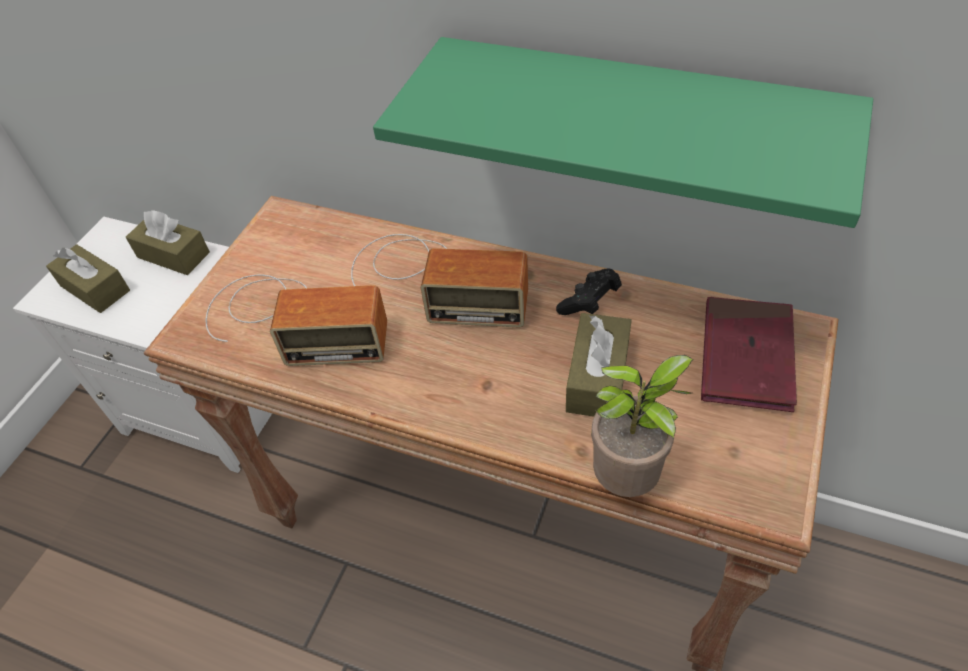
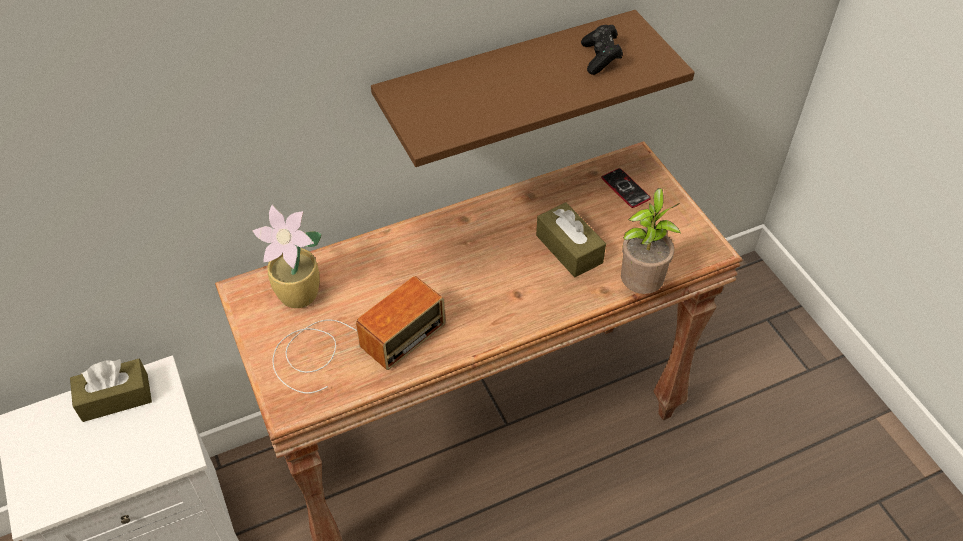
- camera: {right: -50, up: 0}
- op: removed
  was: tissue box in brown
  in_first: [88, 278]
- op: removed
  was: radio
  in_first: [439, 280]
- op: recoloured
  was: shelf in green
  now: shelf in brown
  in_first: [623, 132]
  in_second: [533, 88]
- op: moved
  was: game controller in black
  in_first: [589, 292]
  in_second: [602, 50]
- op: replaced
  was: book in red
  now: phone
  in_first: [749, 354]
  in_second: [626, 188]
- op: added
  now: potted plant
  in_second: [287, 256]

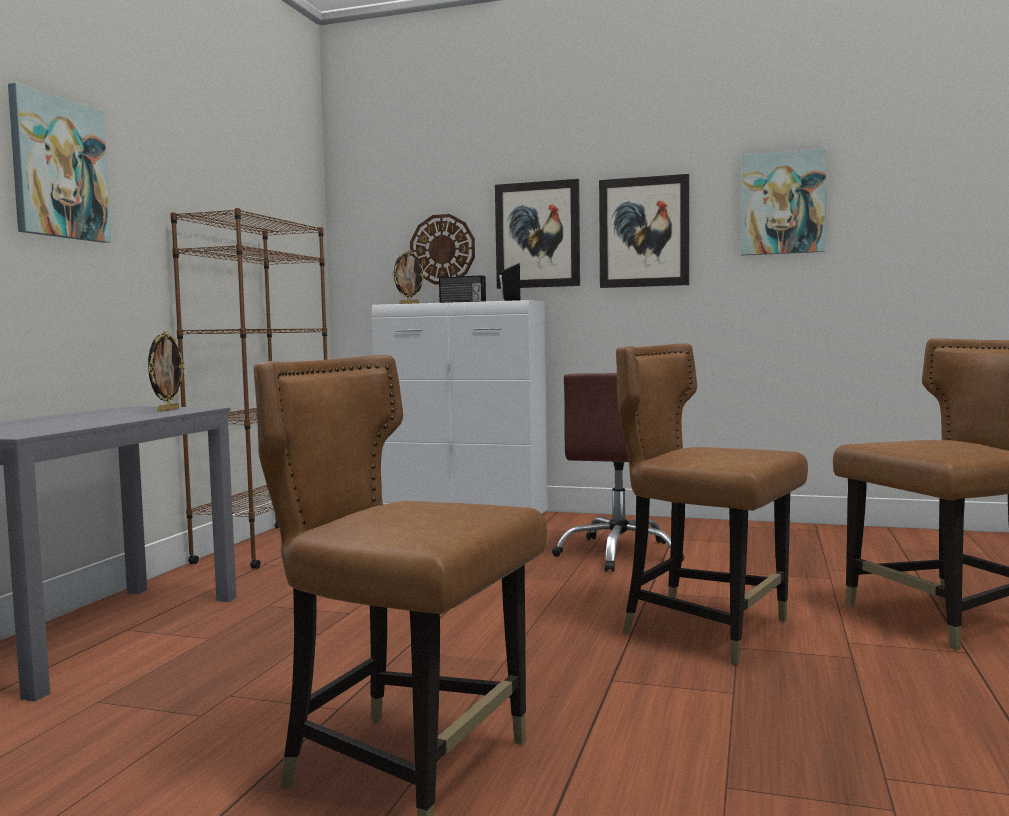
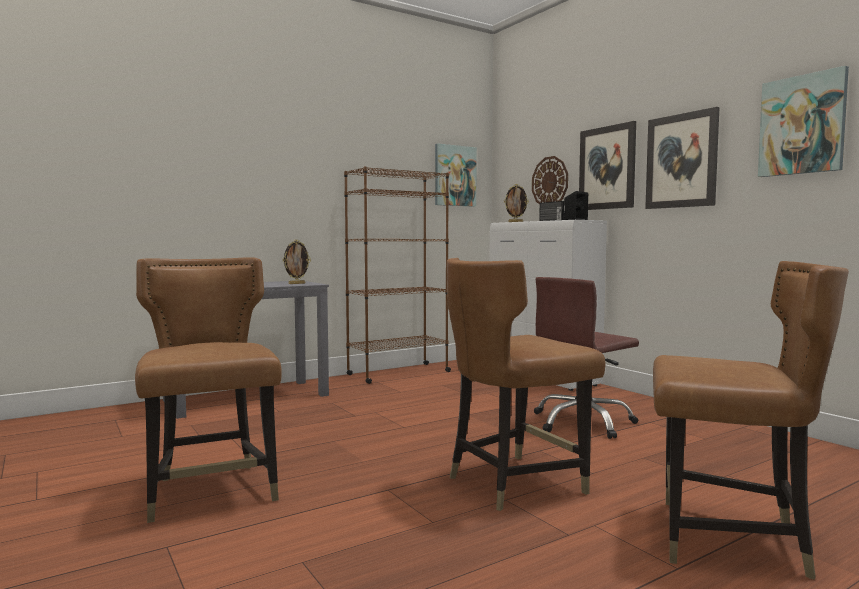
- camera: {right: 40, up: 0}
- op: moved
  was: picture
  in_first: [59, 163]
  in_second: [456, 175]
- op: turned
  was: chair in brown
  in_first: [712, 504]
  in_second: [526, 384]
  clockwise: -105

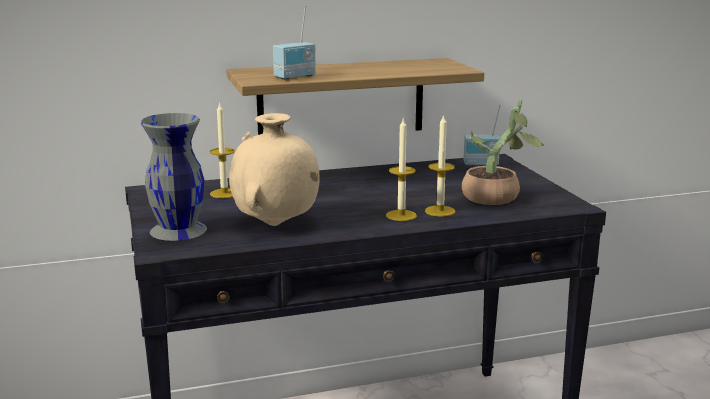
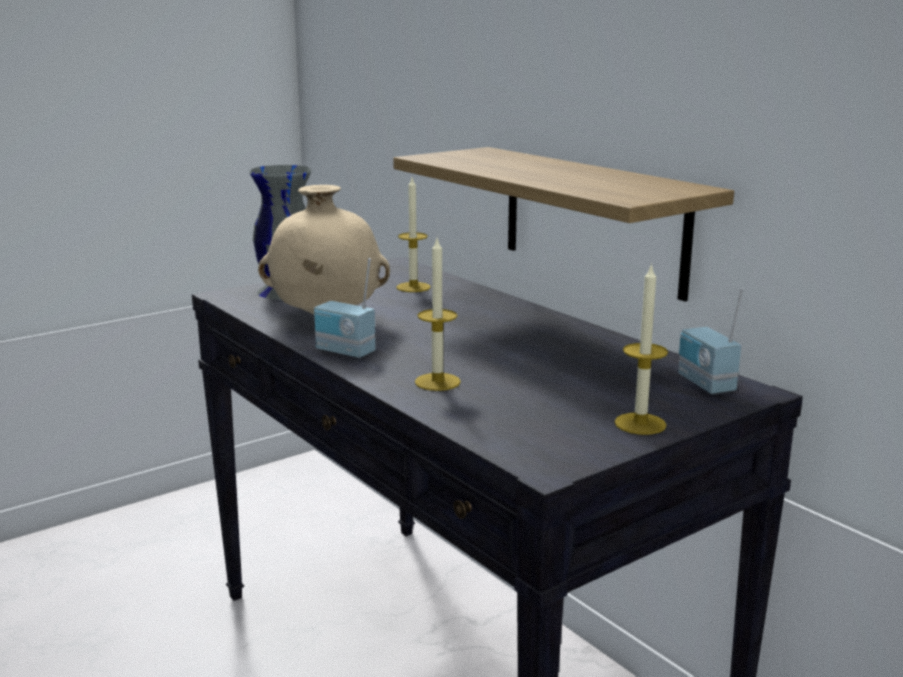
- camera: {right: 70, up: 0}
- op: moved
  was: radio
  in_first: [294, 43]
  in_second: [345, 308]
- op: moved
  was: candle
  in_first: [401, 169]
  in_second: [641, 349]
- op: removed
  was: potted plant
  in_first: [503, 152]

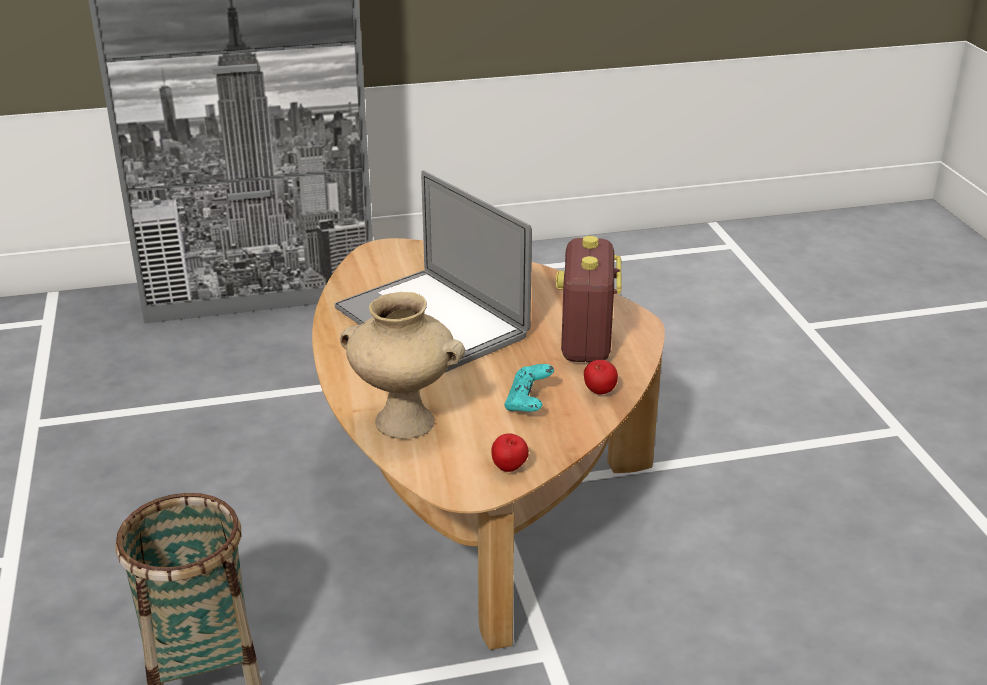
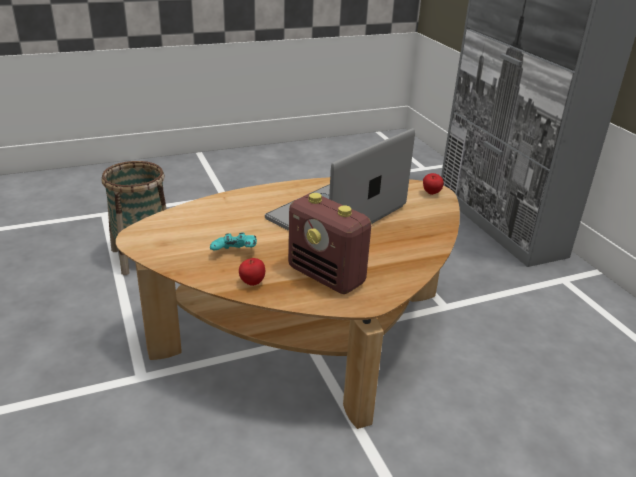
- camera: {right: 80, up: 0}
- op: removed
  was: vase in beige
  in_first: [402, 365]
- op: moved
  was: apple
  in_first: [510, 452]
  in_second: [433, 184]
- op: turned
  was: radio
  in_first: [589, 299]
  in_second: [330, 243]
  clockwise: -135

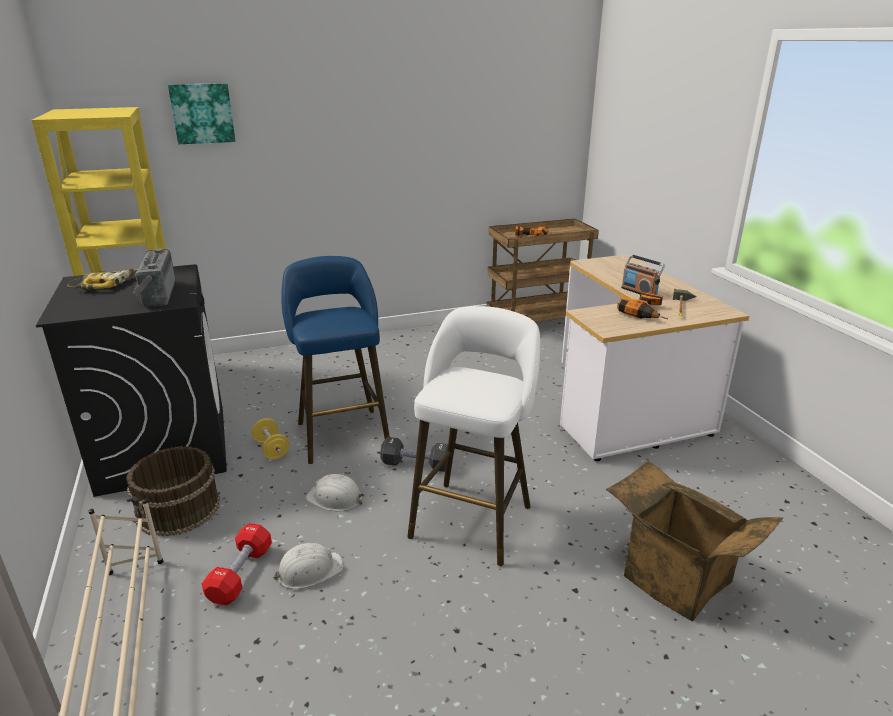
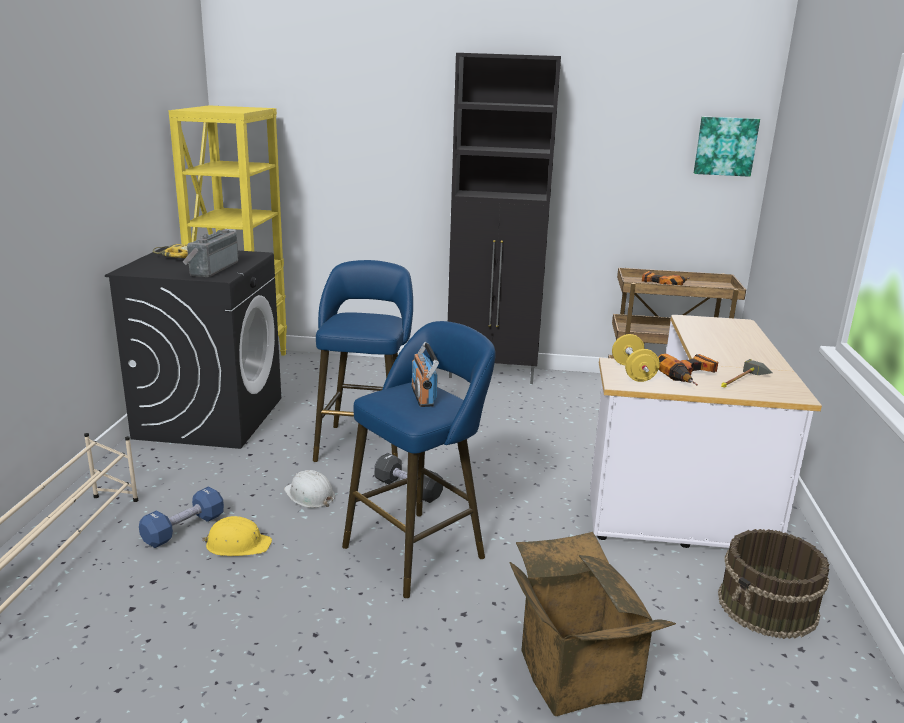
- camera: {right: 25, up: -5}
- op: moved
  was: bucket in brown
  in_first: [173, 491]
  in_second: [773, 584]
- op: moved
  was: picture
  in_first: [202, 113]
  in_second: [727, 147]
- op: recoloured
  was: dumbbell in red
  now: dumbbell in blue
  in_first: [237, 564]
  in_second: [181, 517]
- op: moved
  was: dumbbell in yellow
  in_first: [271, 438]
  in_second: [636, 358]
- op: recoloured
  was: hard hat in white
  now: hard hat in yellow
  in_first: [308, 566]
  in_second: [237, 536]
- op: recoloured
  was: stool in white
  now: stool in blue
  in_first: [473, 436]
  in_second: [419, 459]
- op: moved
  was: radio
  in_first: [643, 274]
  in_second: [425, 374]
- op: added
  now: cabinet in black
  in_second: [504, 218]

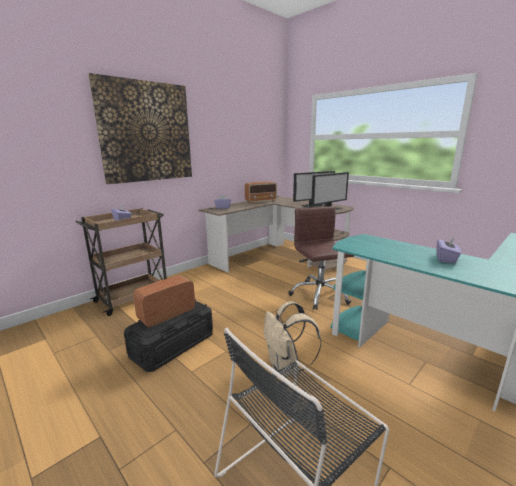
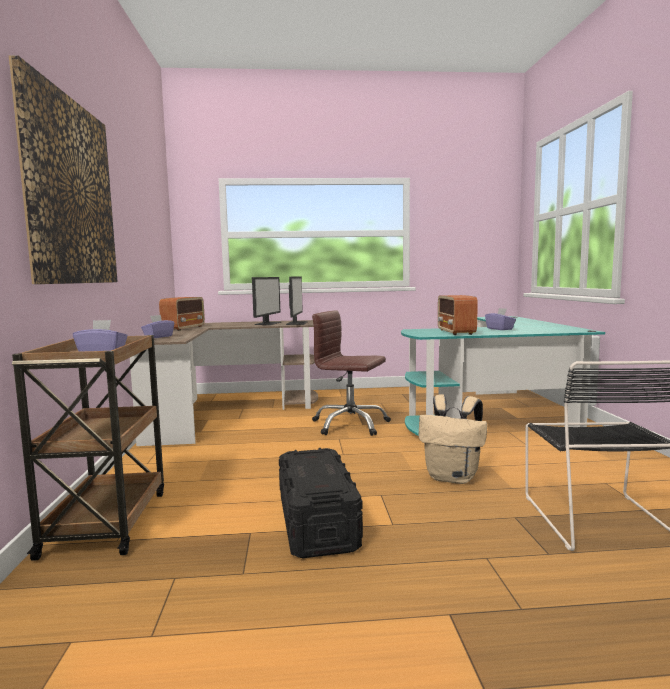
- camera: {right: -50, up: -10}
- op: moved
  was: radio
  in_first: [164, 301]
  in_second: [458, 315]

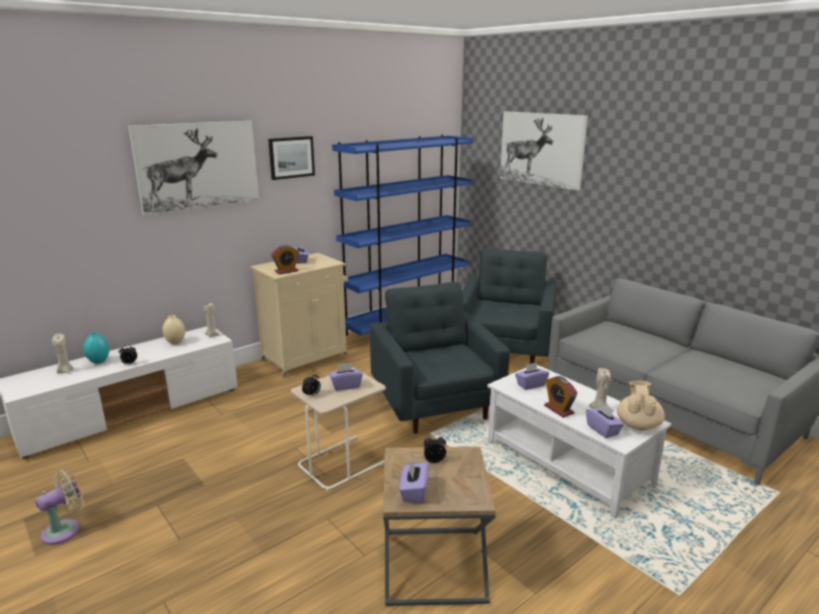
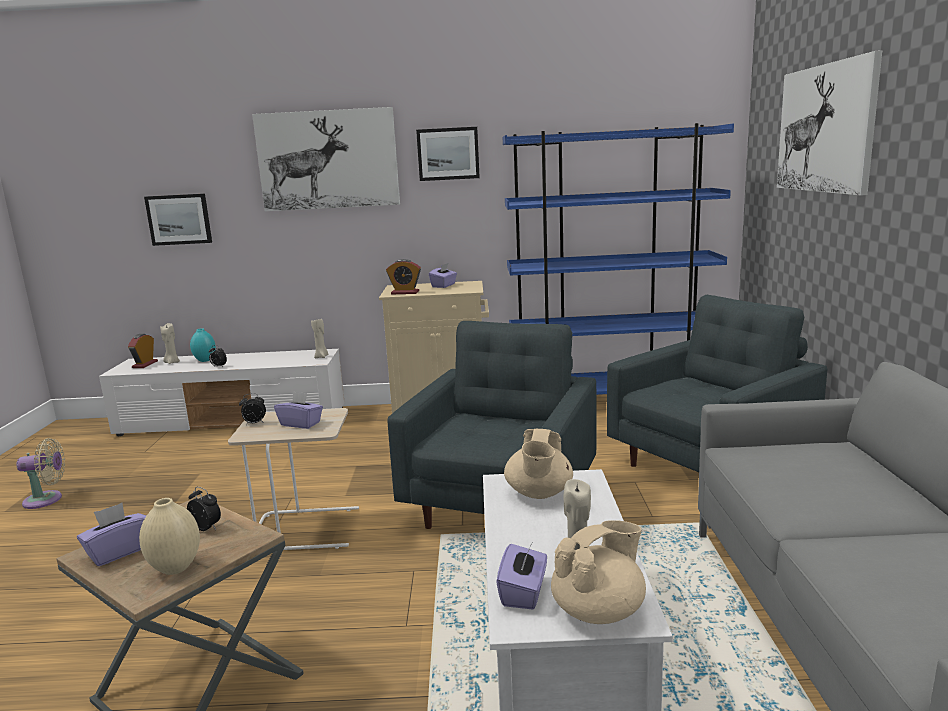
- camera: {right: 40, up: -5}
- op: moved
  was: vase in beige
  in_first: [173, 330]
  in_second: [169, 536]
- op: replaced
  was: tissue box in purple
  now: teapot in beige
  in_first: [532, 376]
  in_second: [538, 464]
- op: moved
  was: alarm clock
  in_first: [560, 397]
  in_second: [143, 351]
- op: added
  now: picture
  in_second: [178, 220]

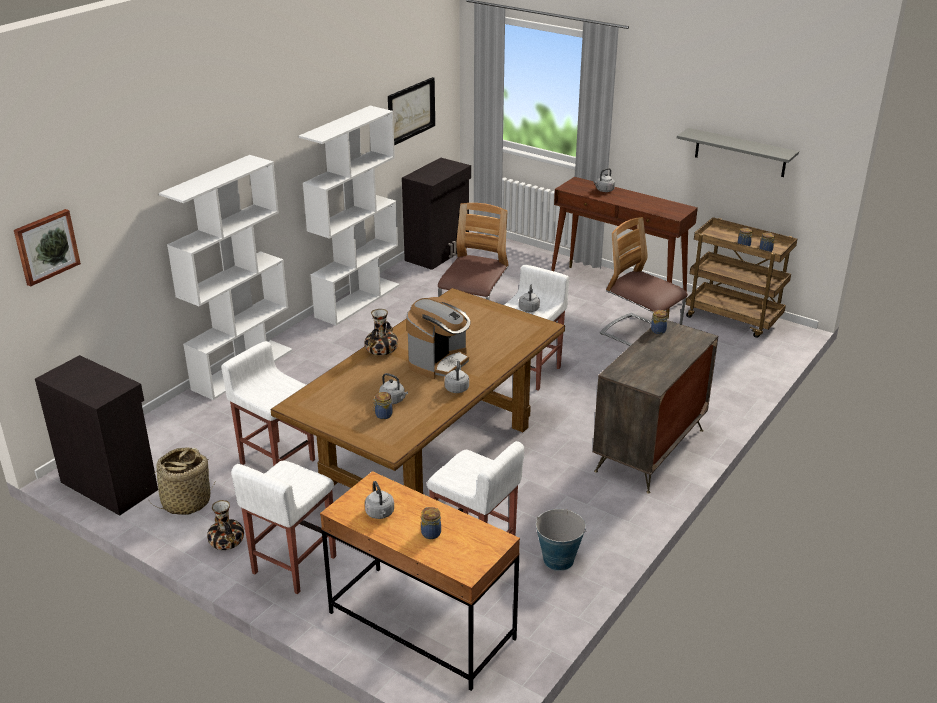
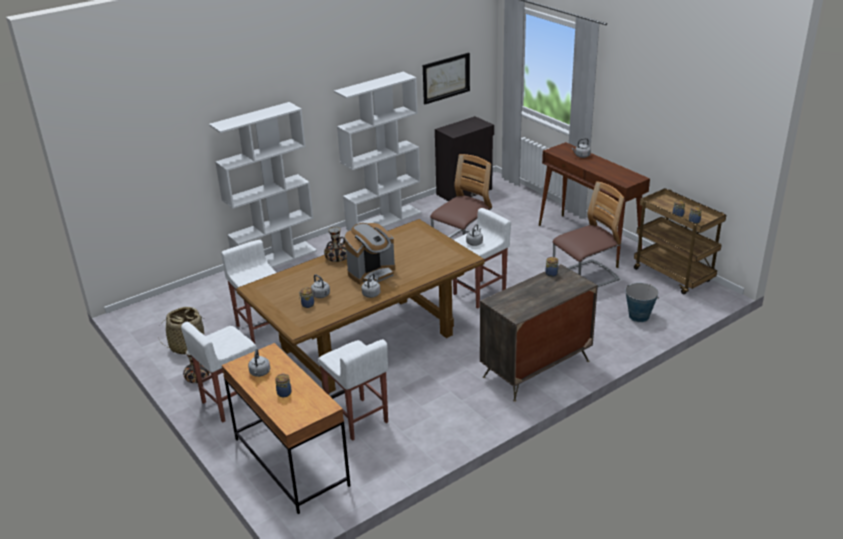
- camera: {right: 20, up: 0}
- op: removed
  was: picture
  in_first: [47, 248]
- op: removed
  was: cabinet in black
  in_first: [96, 435]
- op: moved
  was: bucket
  in_first: [561, 540]
  in_second: [642, 302]
- op: turned
  was: chair
  in_first: [644, 281]
  in_second: [588, 234]
  clockwise: 90
- op: removed
  was: shelf in grey
  in_first: [738, 152]

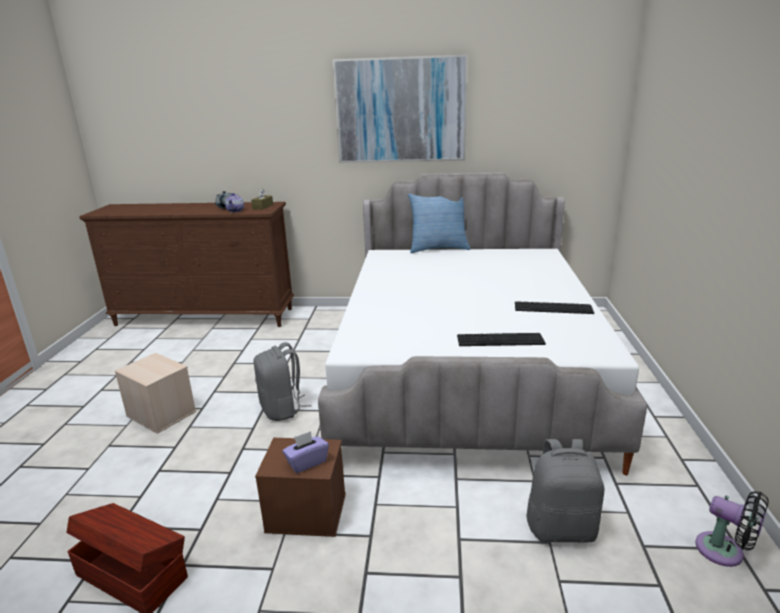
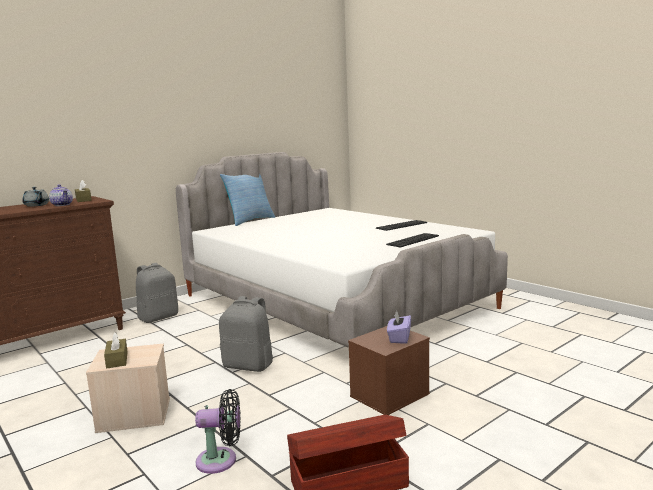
- camera: {right: -45, up: -10}
- op: removed
  was: picture
  in_first: [400, 108]
- op: moved
  was: backpack in grey
  in_first: [565, 490]
  in_second: [157, 293]
- op: moved
  was: fan in black
  in_first: [732, 529]
  in_second: [218, 431]
- op: added
  now: tissue box in brown
  in_second: [116, 350]

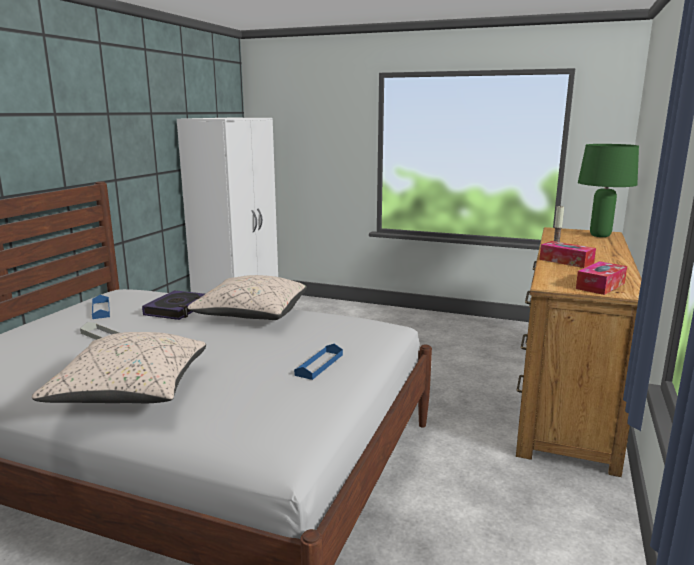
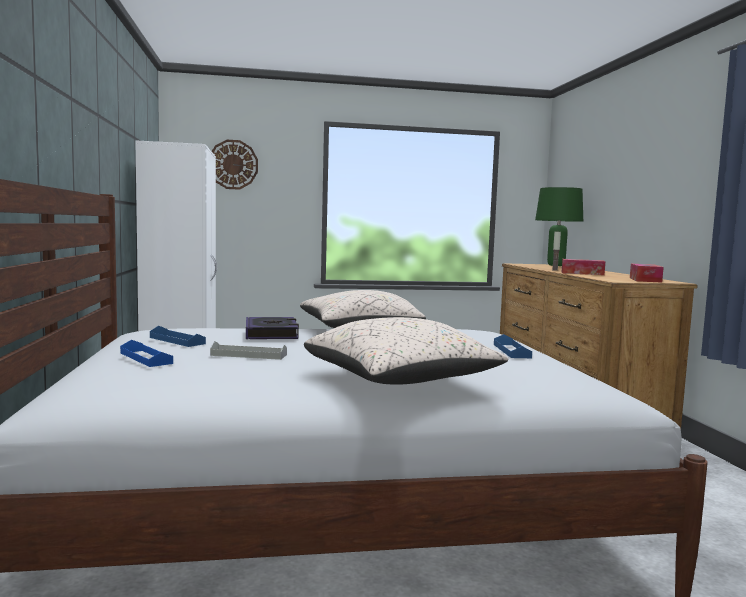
- camera: {right: -30, up: -10}
- op: added
  now: tray in blue
  in_second: [146, 353]
- op: added
  now: wall clock
  in_second: [235, 165]

